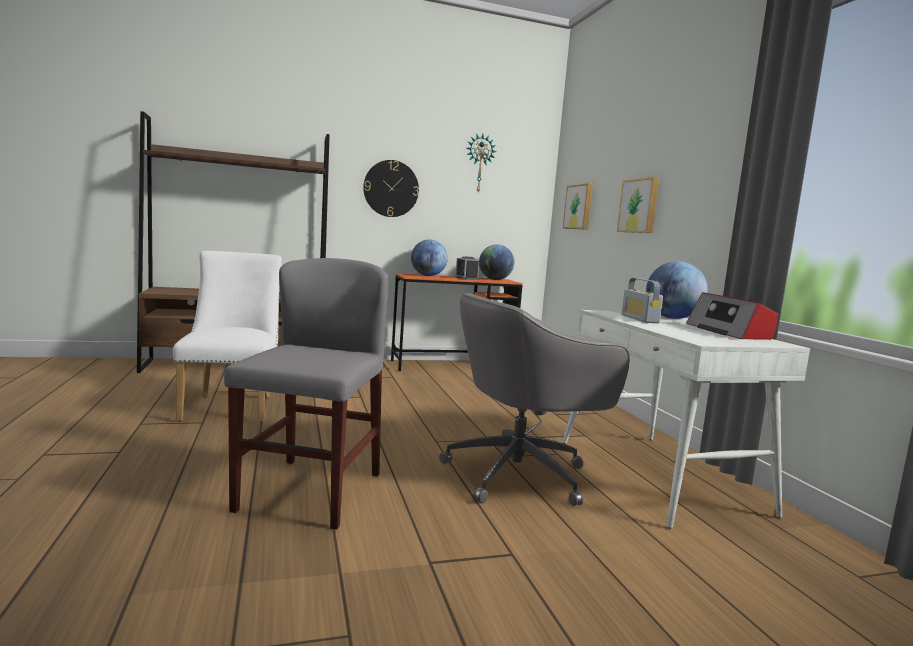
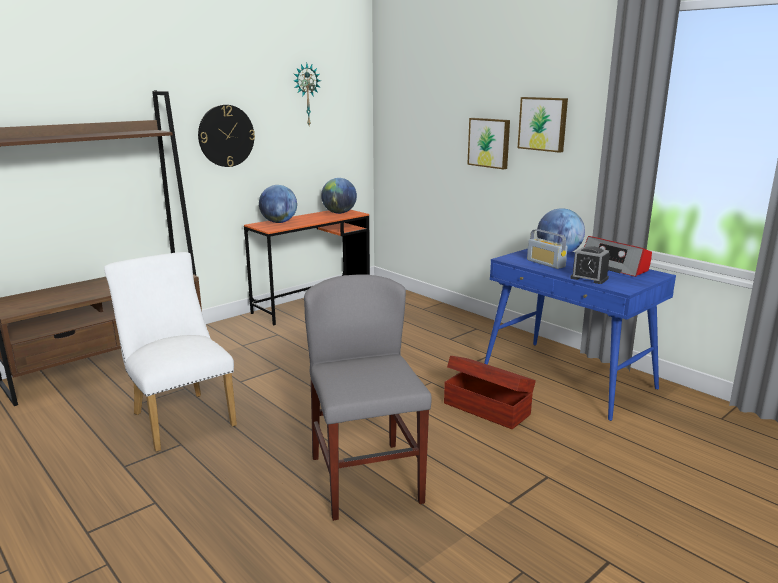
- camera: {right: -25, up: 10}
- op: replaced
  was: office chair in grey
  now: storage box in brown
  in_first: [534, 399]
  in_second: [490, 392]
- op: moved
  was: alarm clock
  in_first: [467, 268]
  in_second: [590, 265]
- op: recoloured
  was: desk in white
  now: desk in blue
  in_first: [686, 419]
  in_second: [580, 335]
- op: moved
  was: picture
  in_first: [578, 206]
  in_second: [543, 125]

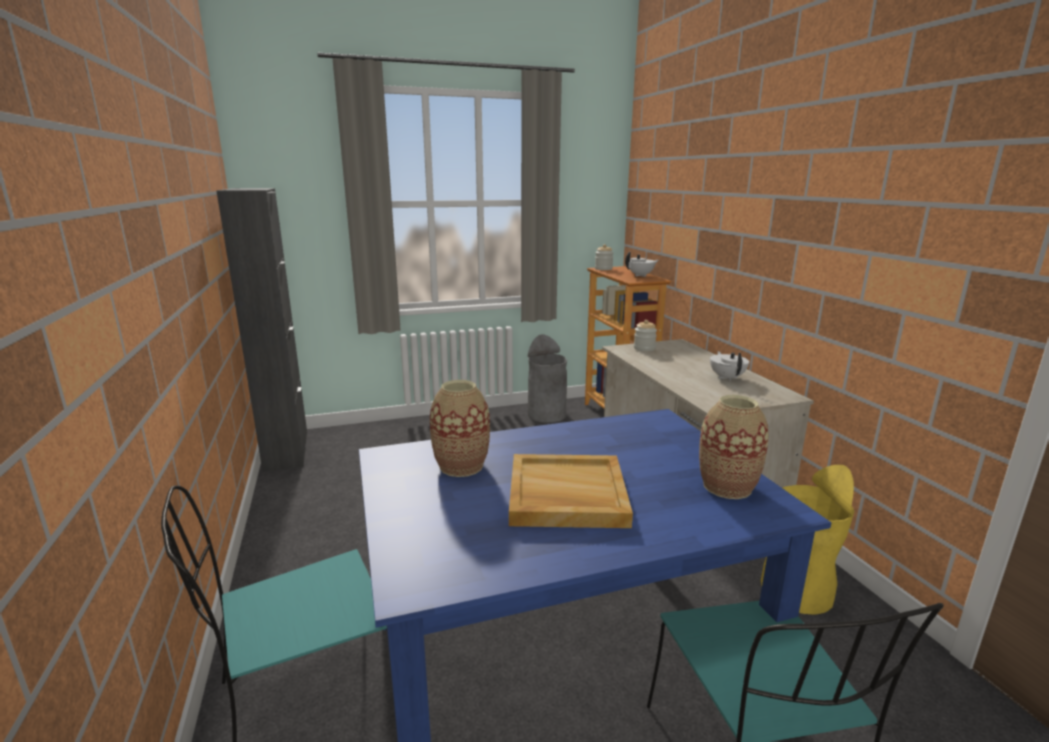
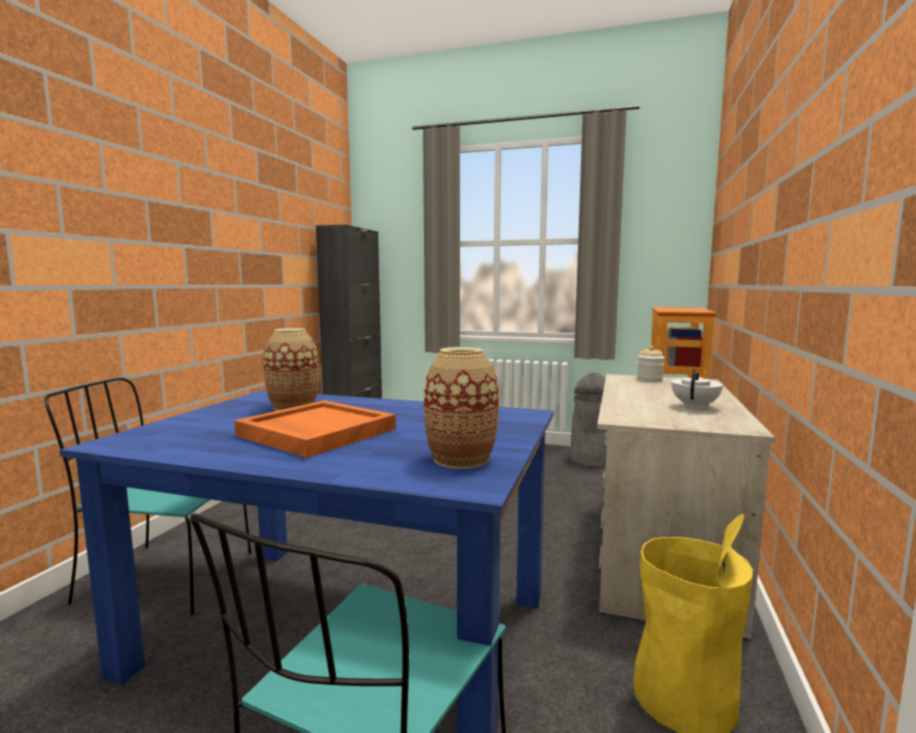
- camera: {right: 35, up: -10}
- op: recoloured
  was: tray in beige
  now: tray in orange
  in_first: [571, 491]
  in_second: [315, 429]
- op: removed
  was: jar
  in_first: [604, 257]
- op: removed
  was: teapot in white
  in_first: [642, 264]

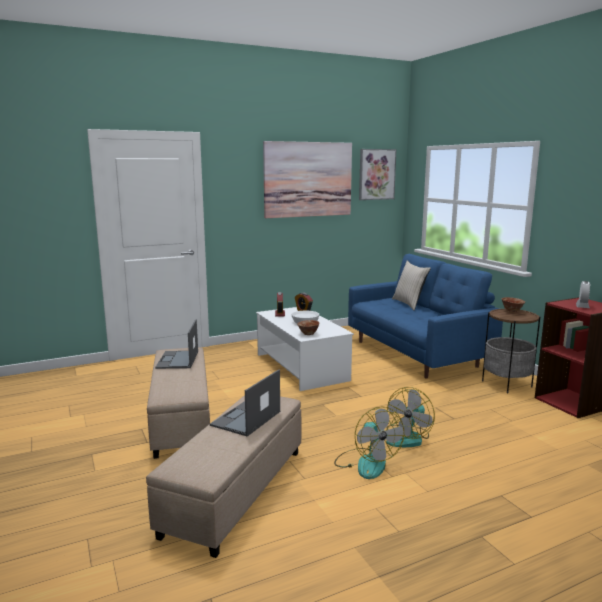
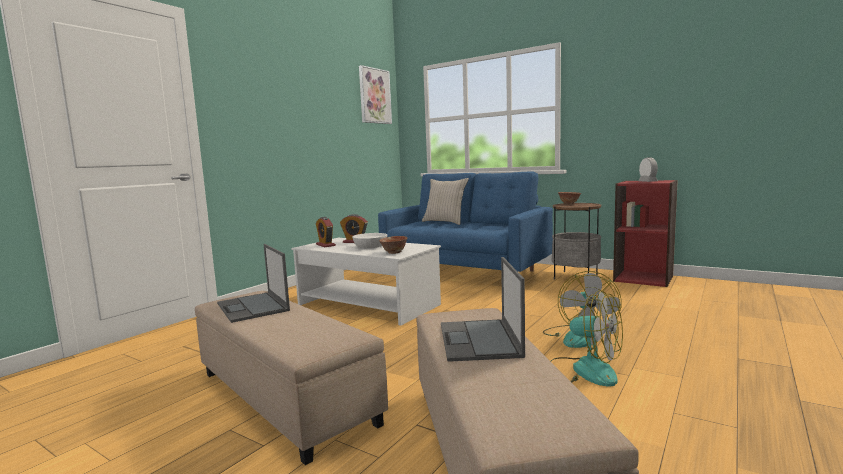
- camera: {right: -30, up: -5}
- op: removed
  was: picture
  in_first: [307, 179]

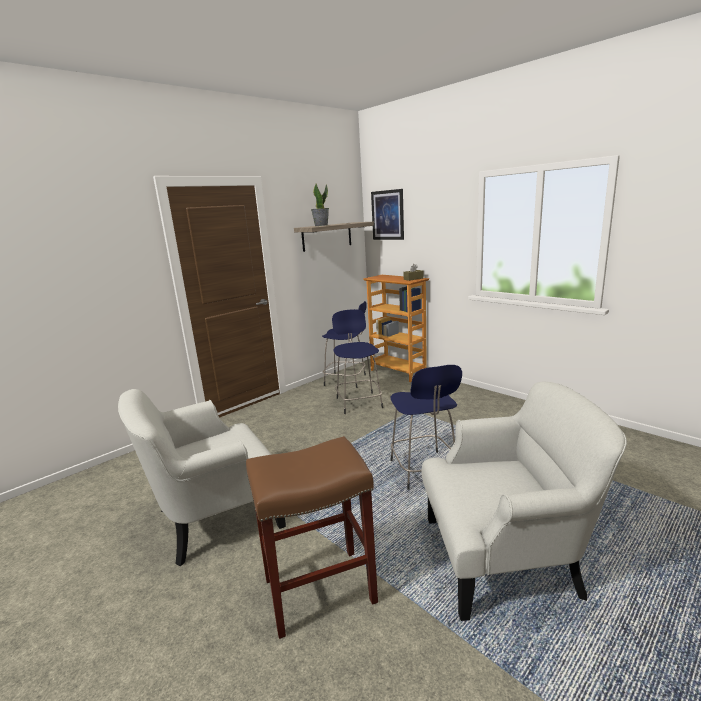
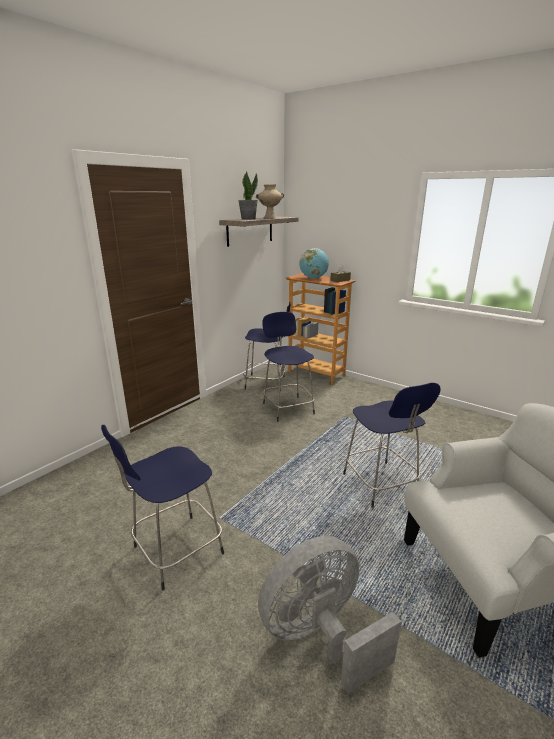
- camera: {right: -10, up: 5}
- op: replaced
  was: armchair in white
  now: stool in blue
  in_first: [202, 477]
  in_second: [162, 508]
- op: replaced
  was: stool in brown
  now: fan in grey
  in_first: [312, 537]
  in_second: [330, 614]
- op: removed
  was: picture
  in_first: [387, 214]
- op: added
  now: vase in beige
  in_second: [270, 201]
- op: added
  now: globe
  in_second: [314, 263]

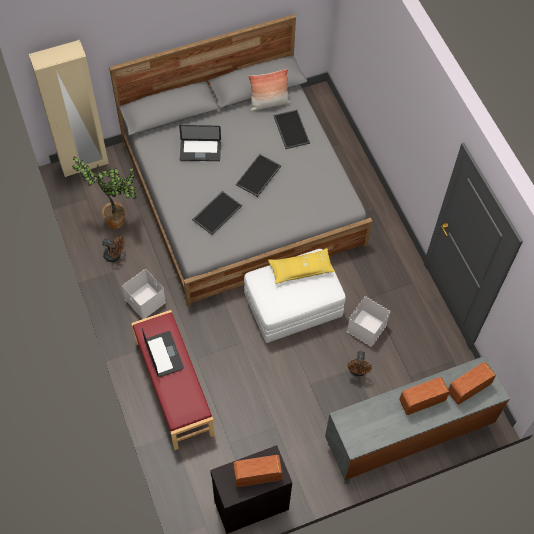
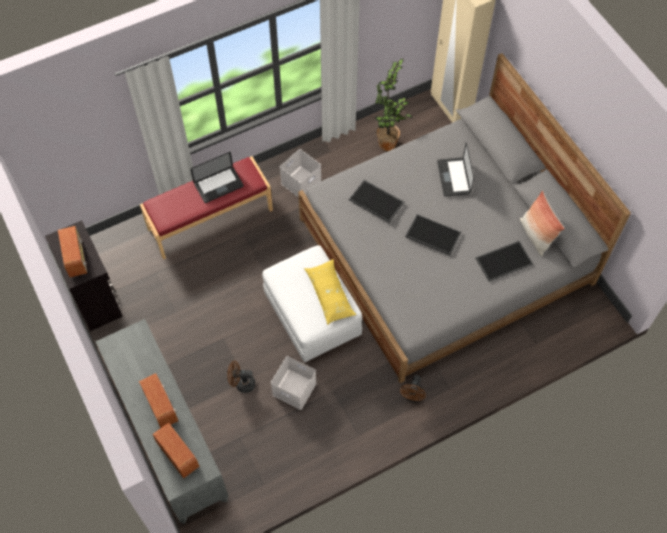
- camera: {right: 85, up: 0}
- op: moved
  was: fan in brown
  in_first: [113, 249]
  in_second: [413, 388]

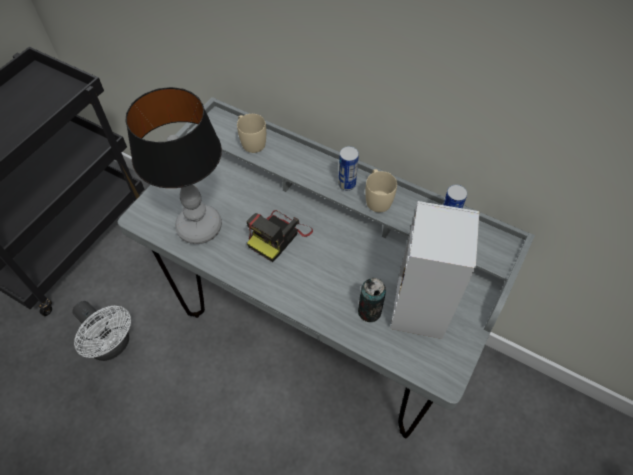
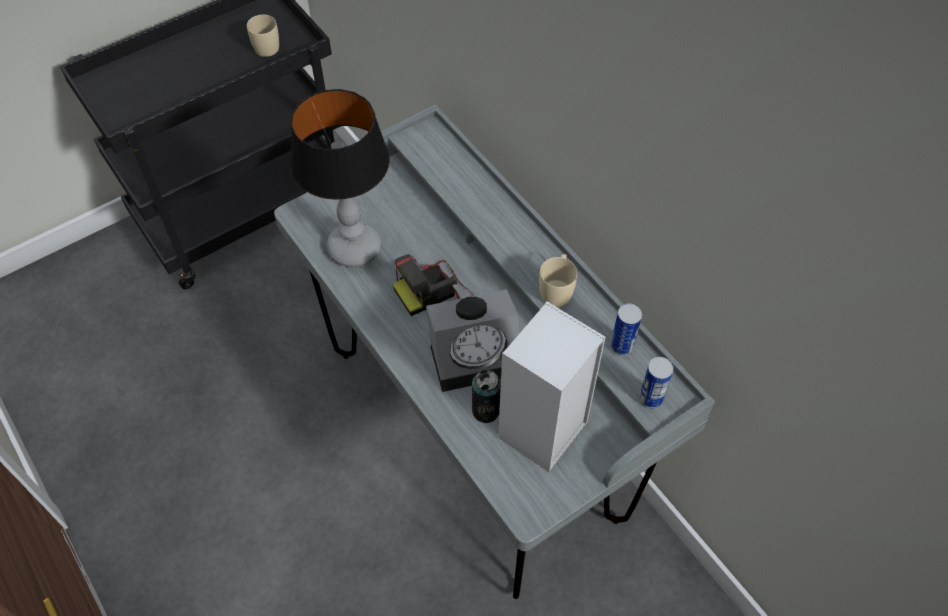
- camera: {right: 25, up: 0}
- op: removed
  was: fan in white
  in_first: [101, 331]
- op: moved
  was: mug in beige
  in_first: [251, 133]
  in_second: [263, 36]
- op: moved
  was: can
  in_first: [348, 168]
  in_second: [656, 383]
- op: added
  now: alarm clock
  in_second: [472, 340]

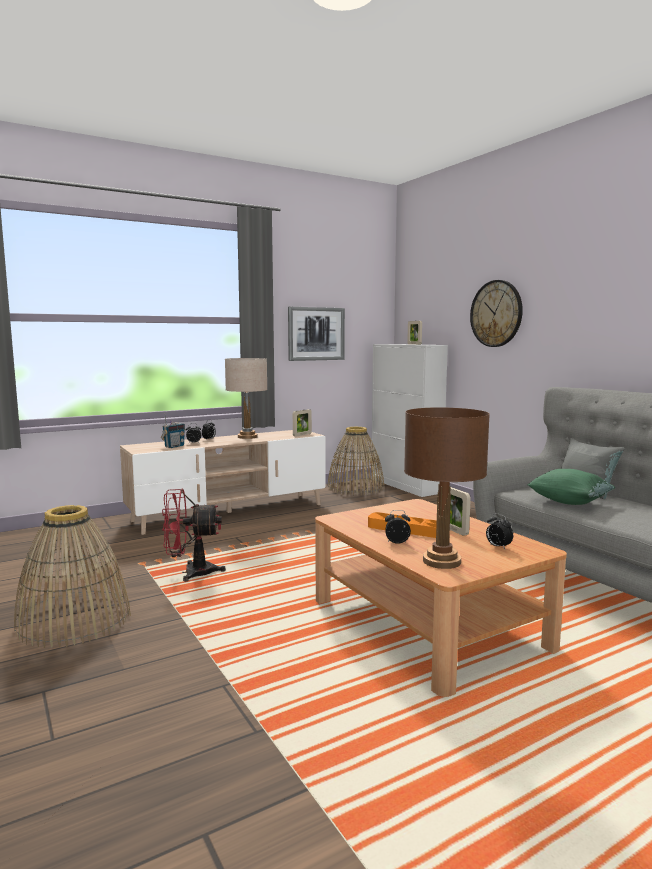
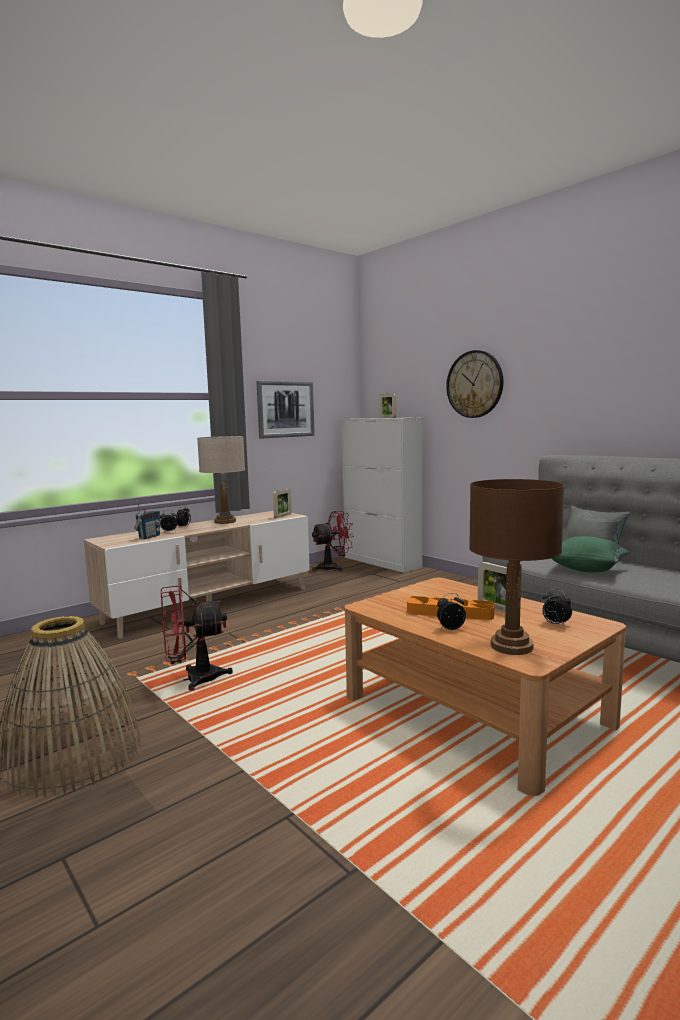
- camera: {right: -10, up: 0}
- op: replaced
  was: basket
  now: fan in red
  in_first: [355, 461]
  in_second: [333, 541]

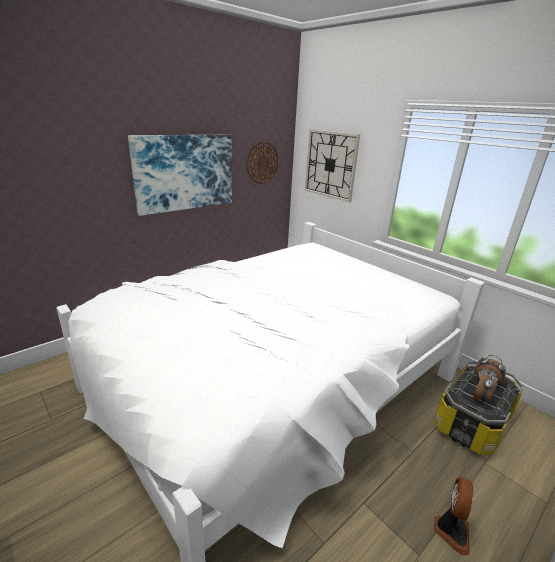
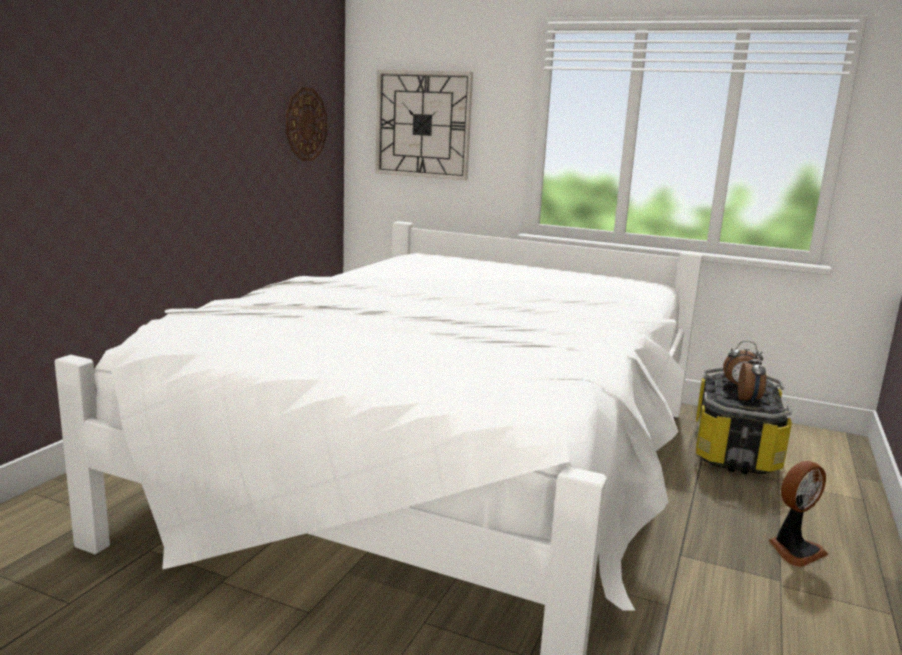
- camera: {right: -25, up: -10}
- op: removed
  was: picture
  in_first: [180, 175]
- op: turned
  was: fan
  in_first: [453, 516]
  in_second: [799, 514]
  clockwise: 60

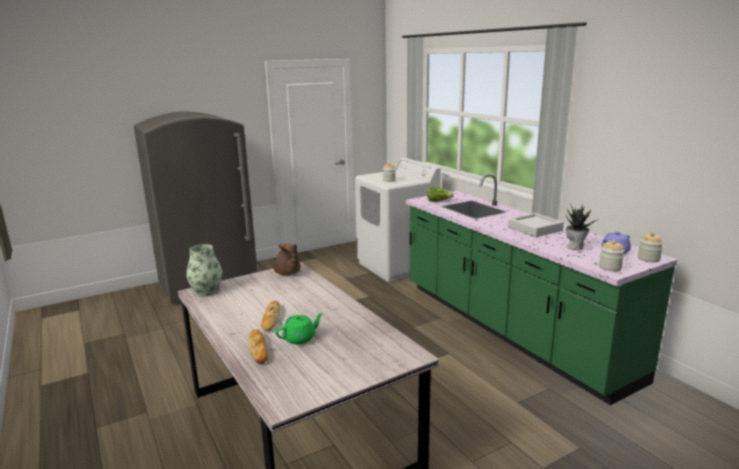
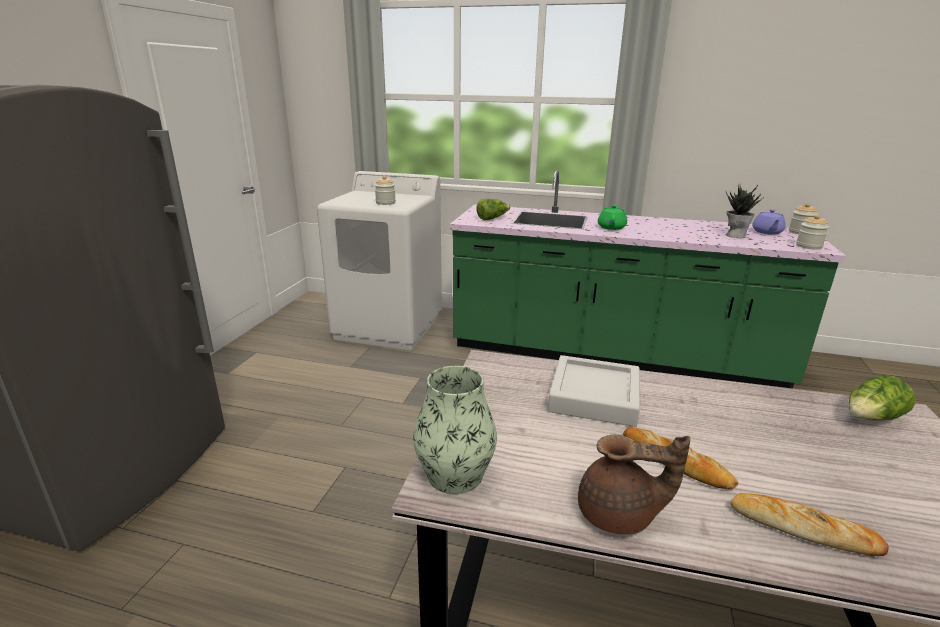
- camera: {right: -45, up: 5}
- op: moved
  was: teapot in brown
  in_first: [287, 259]
  in_second: [634, 485]
- op: moved
  was: teapot in green
  in_first: [299, 328]
  in_second: [612, 217]
- op: moved
  was: tray in grey
  in_first: [536, 225]
  in_second: [594, 391]
- op: added
  now: lettuce
  in_second: [882, 398]

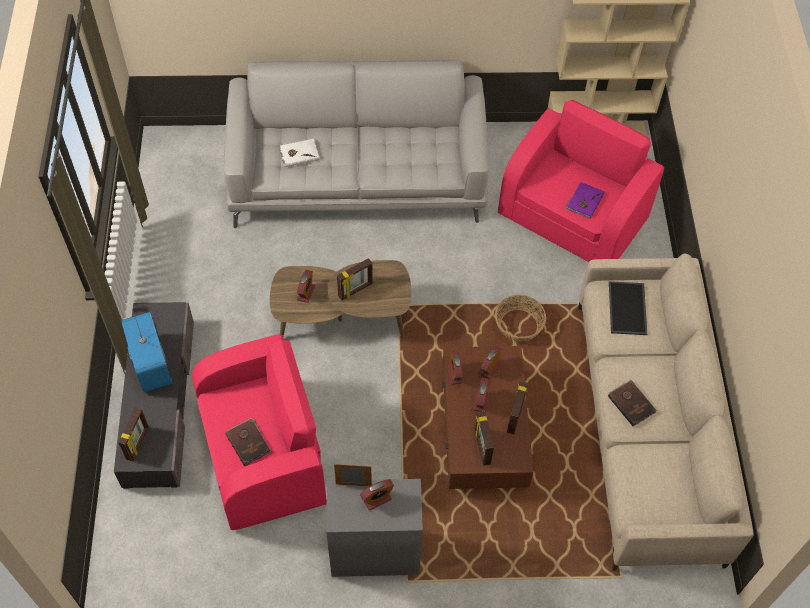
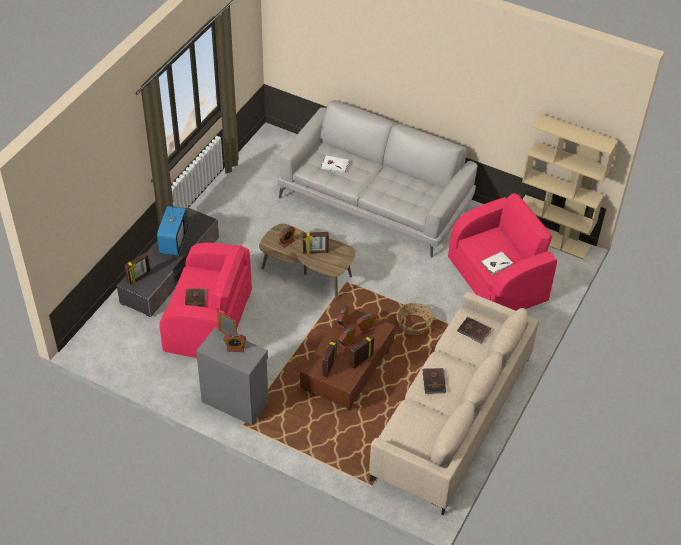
- camera: {right: 30, up: -10}
- op: recoloured
  was: book in purple
  now: book in white
  in_first: [584, 200]
  in_second: [497, 263]
- op: replaced
  was: tray
  now: book in brown
  in_first: [628, 308]
  in_second: [474, 330]

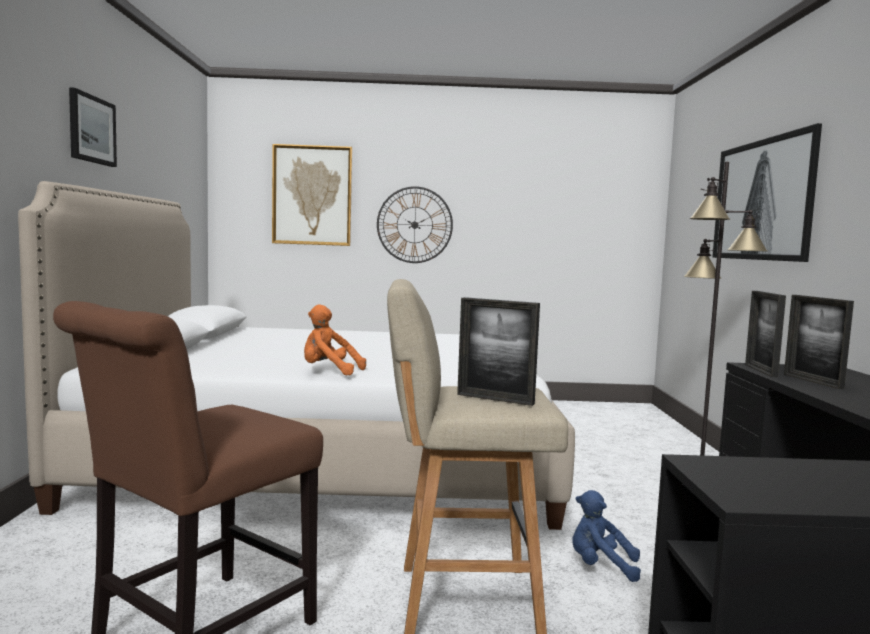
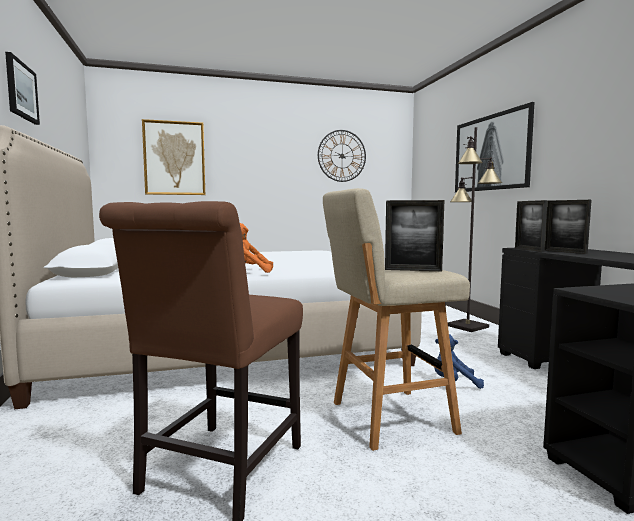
- camera: {right: -15, up: 0}
- op: moved
  was: wall clock
  in_first: [415, 224]
  in_second: [342, 156]

